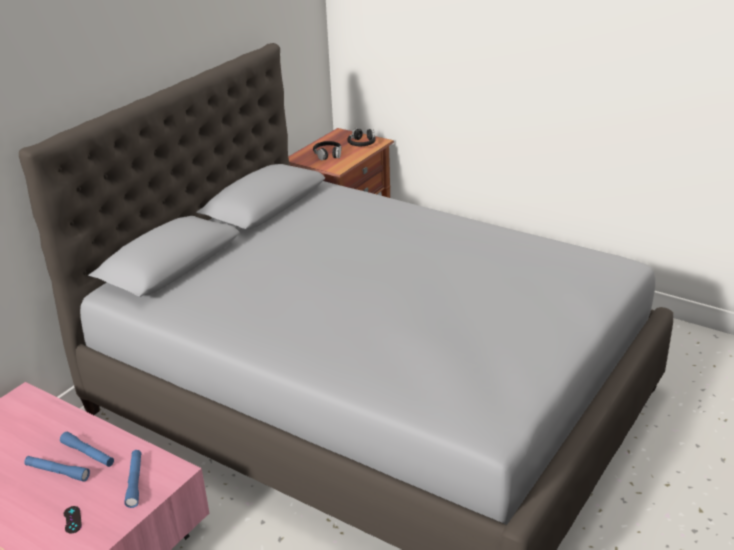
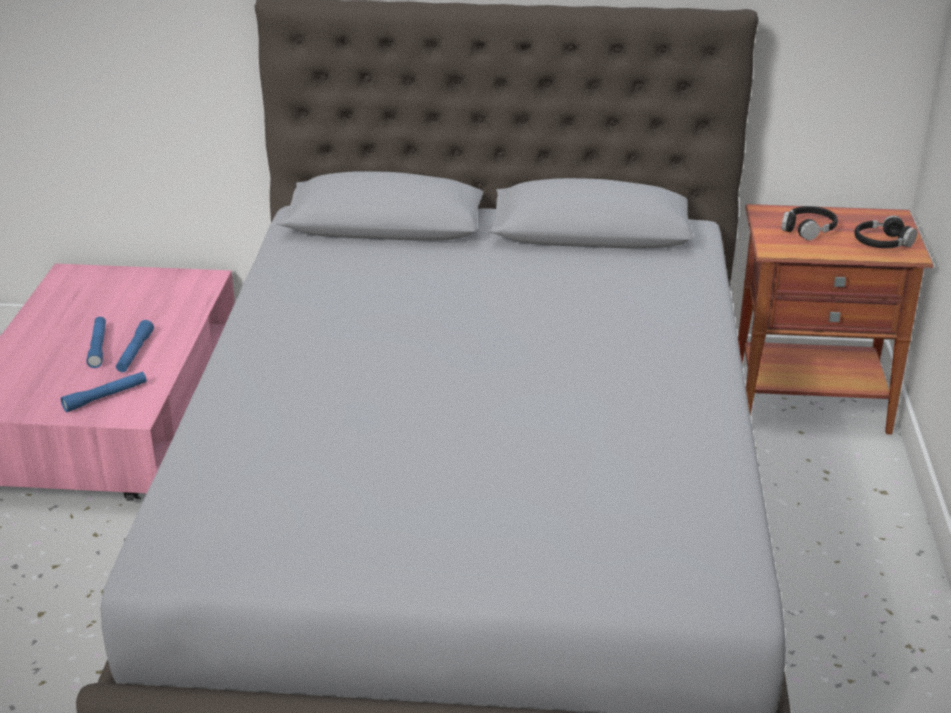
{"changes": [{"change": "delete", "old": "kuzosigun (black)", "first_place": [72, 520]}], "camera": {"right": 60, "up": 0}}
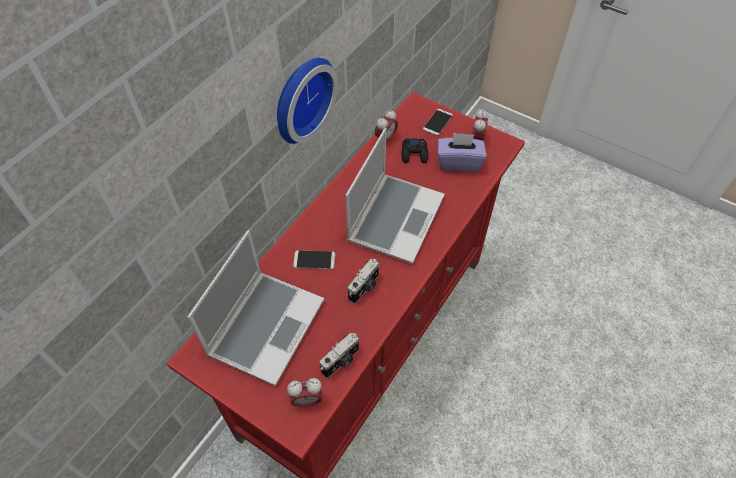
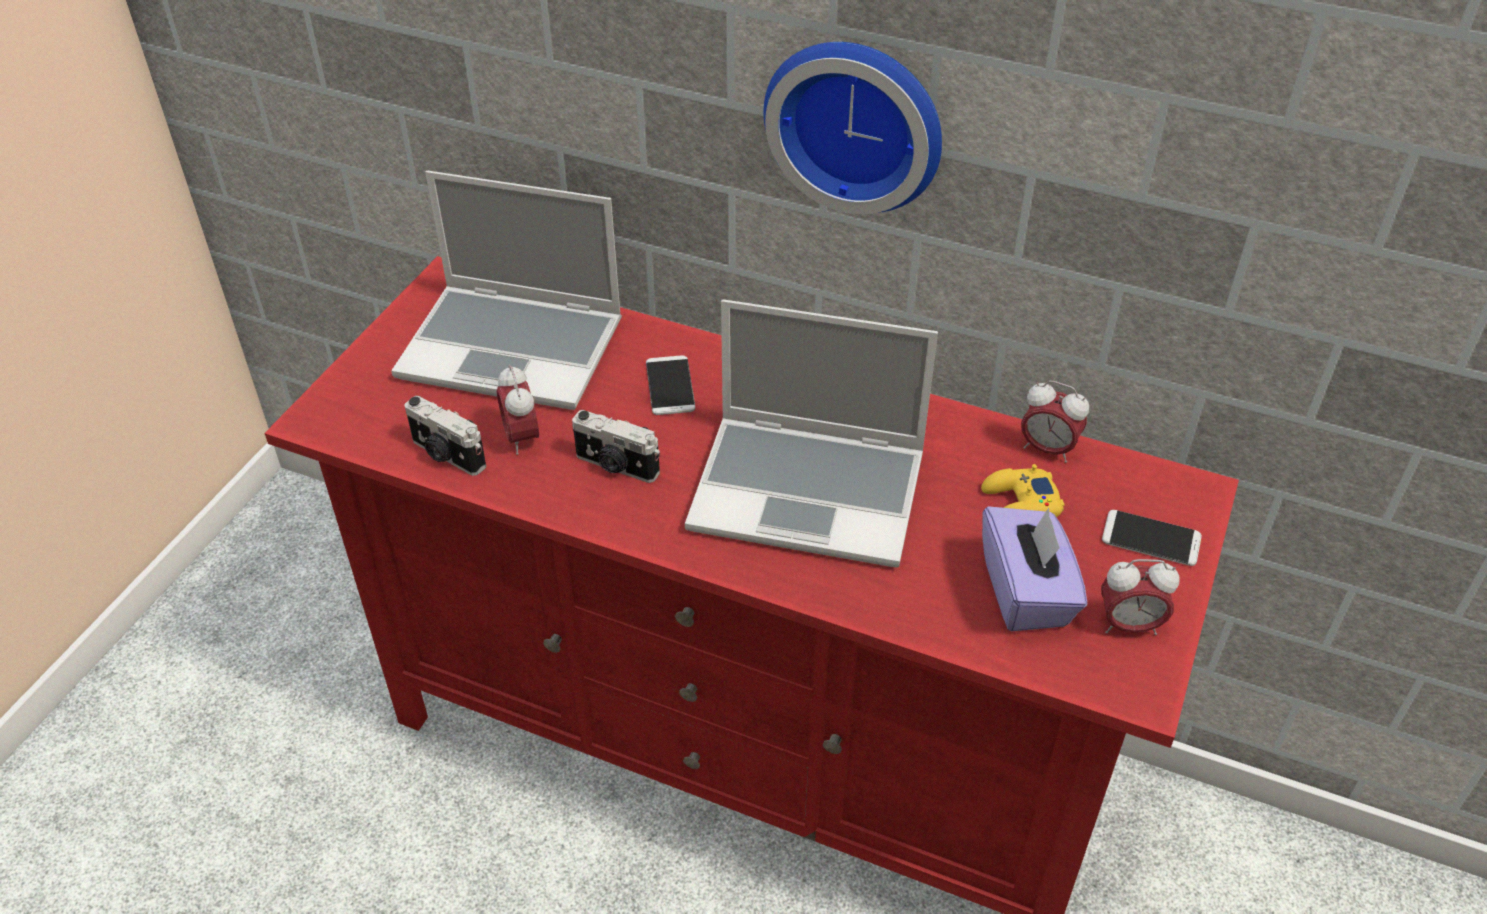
{"changes": [{"change": "move", "old": "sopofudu", "first_place": [307, 400], "second_place": [522, 438]}, {"change": "recolor", "old": "kuzosigun (black)", "new": "kuzosigun (yellow)", "first_place": [414, 154], "second_place": [1020, 505]}], "camera": {"right": 80, "up": -10}}
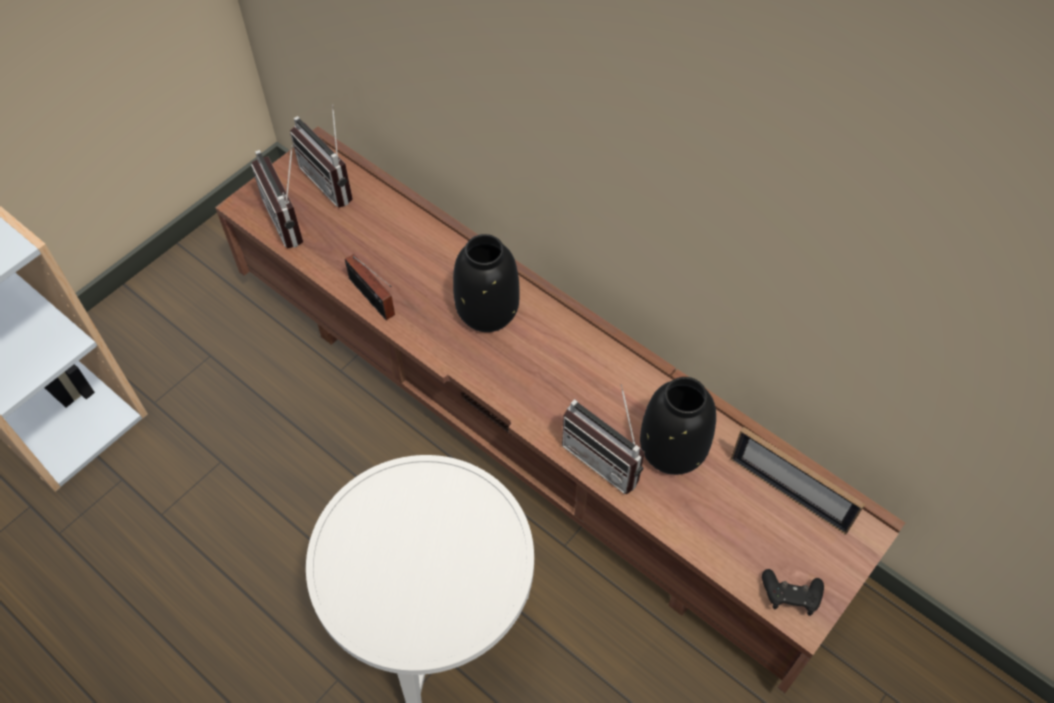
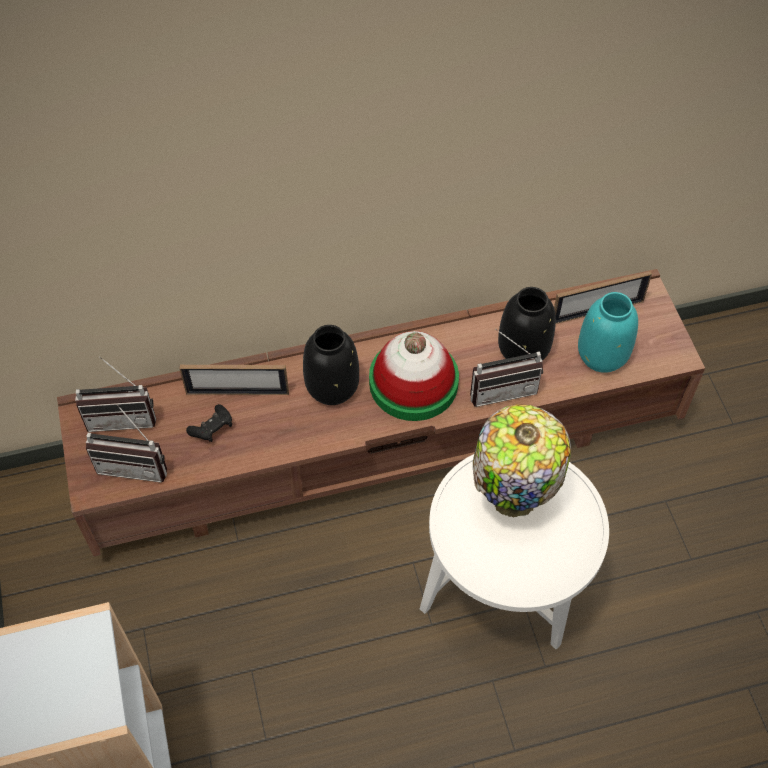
{"changes": [{"change": "delete", "old": "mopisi", "first_place": [373, 300]}, {"change": "insert", "new": "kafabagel", "second_place": [237, 393]}, {"change": "insert", "new": "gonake", "second_place": [413, 382]}, {"change": "insert", "new": "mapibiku", "second_place": [510, 502]}, {"change": "insert", "new": "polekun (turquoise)", "second_place": [603, 355]}, {"change": "move", "old": "kuzosigun (black)", "first_place": [790, 596], "second_place": [212, 429]}], "camera": {"right": -55, "up": 0}}
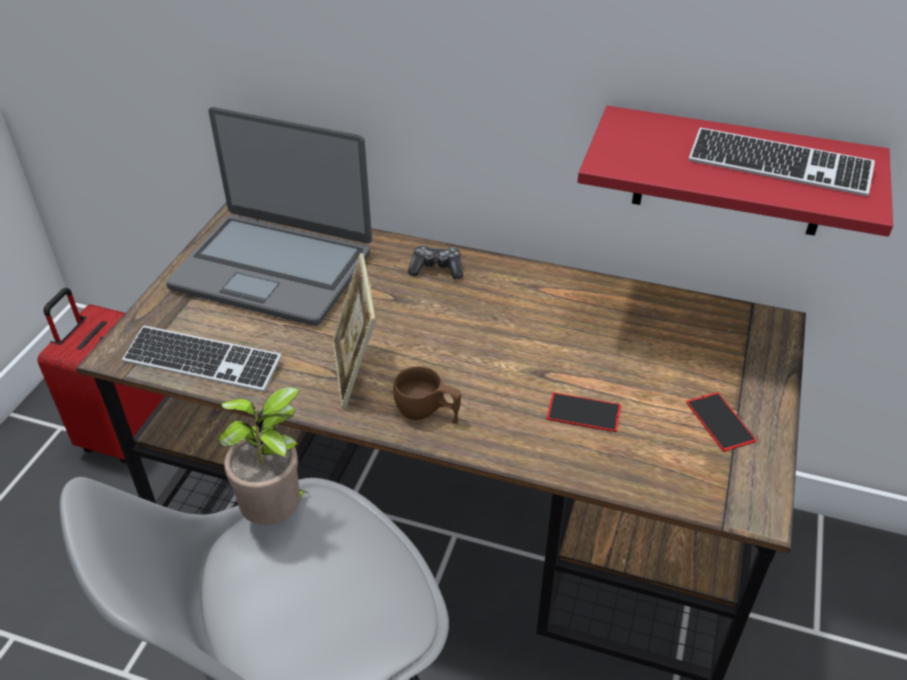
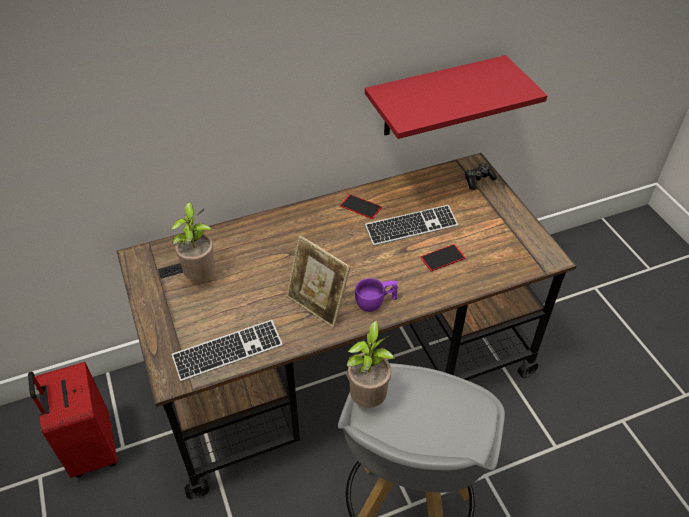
{"changes": [{"change": "move", "old": "kuzosigun", "first_place": [437, 269], "second_place": [478, 180]}, {"change": "move", "old": "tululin", "first_place": [720, 421], "second_place": [360, 206]}, {"change": "move", "old": "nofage", "first_place": [778, 166], "second_place": [411, 227]}, {"change": "replace", "old": "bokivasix", "new": "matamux", "first_place": [273, 269], "second_place": [201, 276]}, {"change": "recolor", "old": "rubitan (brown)", "new": "rubitan (purple)", "first_place": [427, 413], "second_place": [375, 303]}], "camera": {"right": -40, "up": 5}}
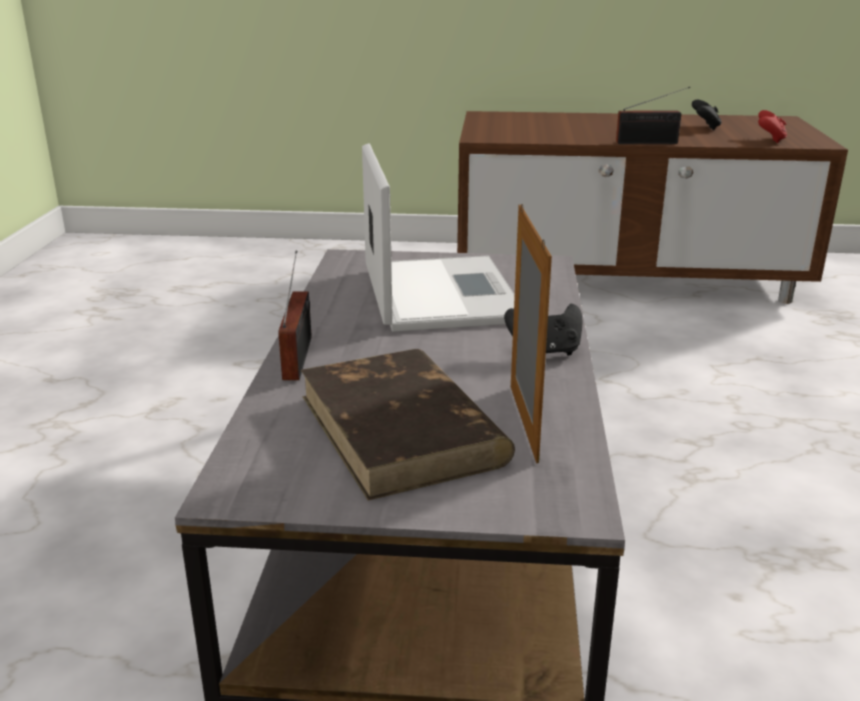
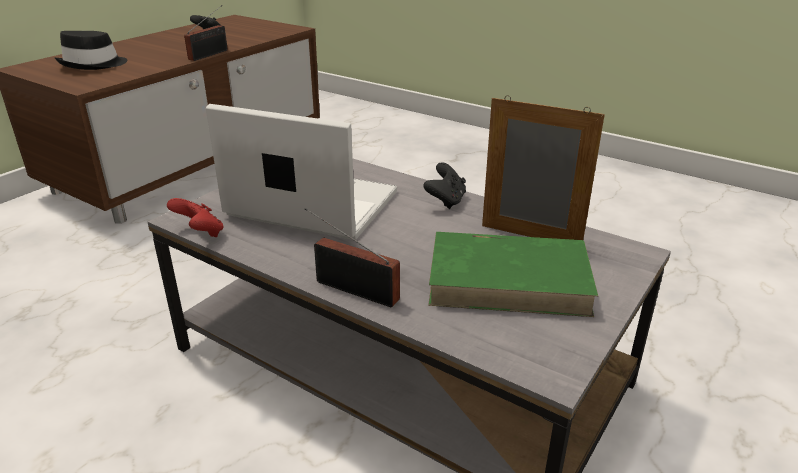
{"changes": [{"change": "insert", "new": "gonake (black)", "second_place": [94, 65]}, {"change": "move", "old": "kuzosigun (red)", "first_place": [770, 140], "second_place": [200, 233]}, {"change": "recolor", "old": "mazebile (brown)", "new": "mazebile (green)", "first_place": [402, 430], "second_place": [510, 279]}], "camera": {"right": -60, "up": 5}}
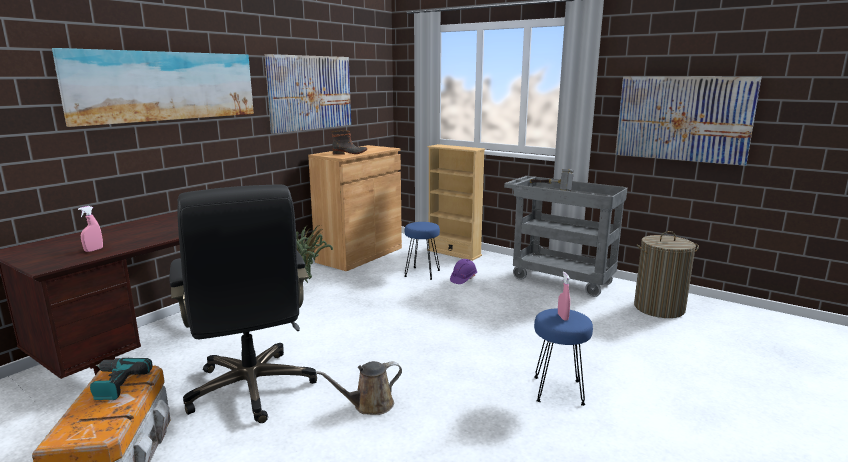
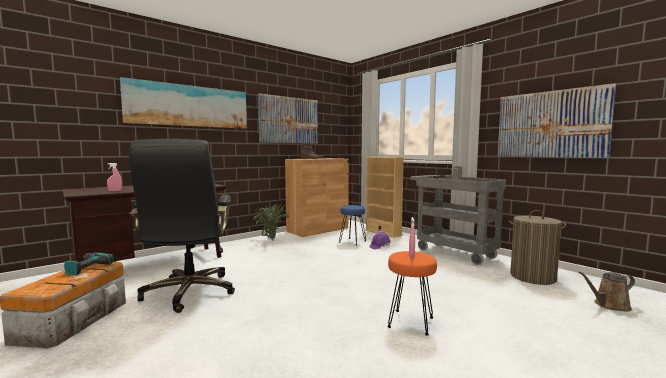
{"changes": [{"change": "move", "old": "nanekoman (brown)", "first_place": [369, 405], "second_place": [609, 305]}, {"change": "recolor", "old": "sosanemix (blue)", "new": "sosanemix (orange)", "first_place": [557, 390], "second_place": [410, 322]}], "camera": {"right": 15, "up": -10}}
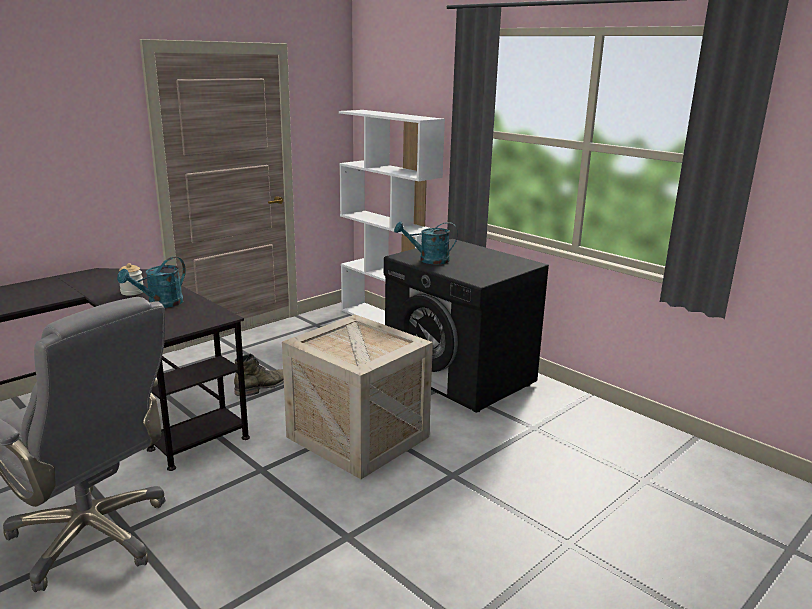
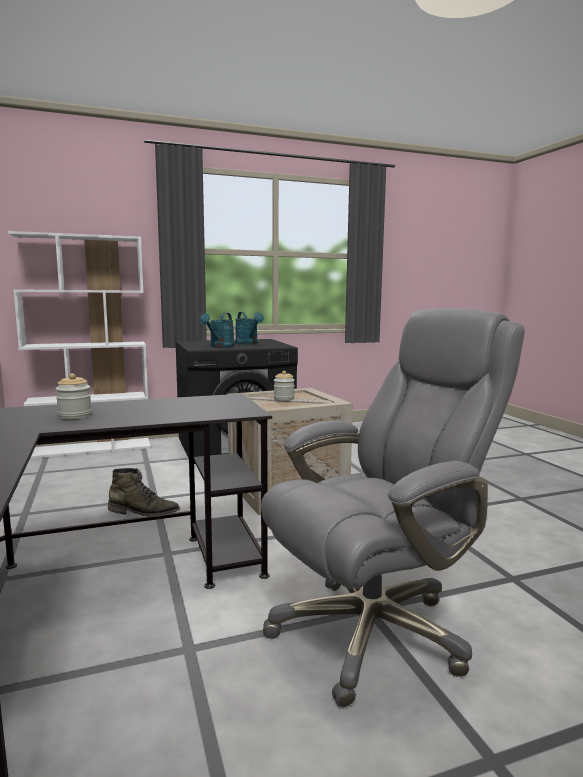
{"changes": [{"change": "insert", "new": "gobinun", "second_place": [284, 398]}, {"change": "move", "old": "nanekoman (turquoise)", "first_place": [160, 304], "second_place": [248, 344]}, {"change": "rotate", "old": "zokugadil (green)", "first_place": [263, 387], "second_place": [143, 512], "degrees": 120}], "camera": {"right": -65, "up": -10}}
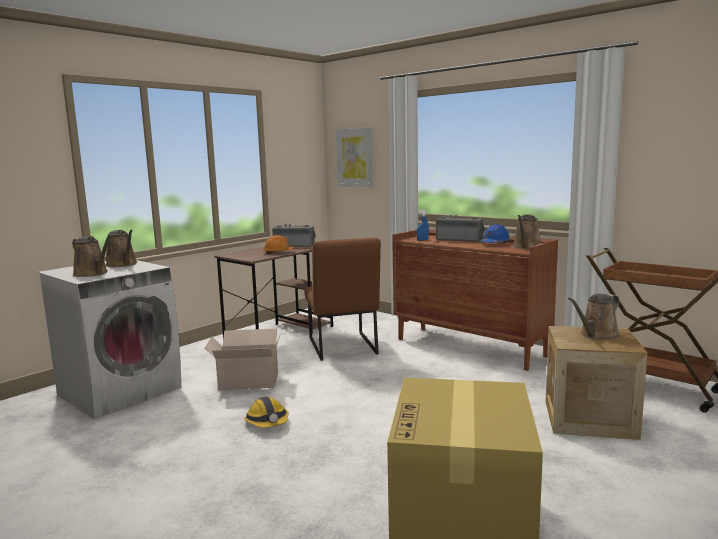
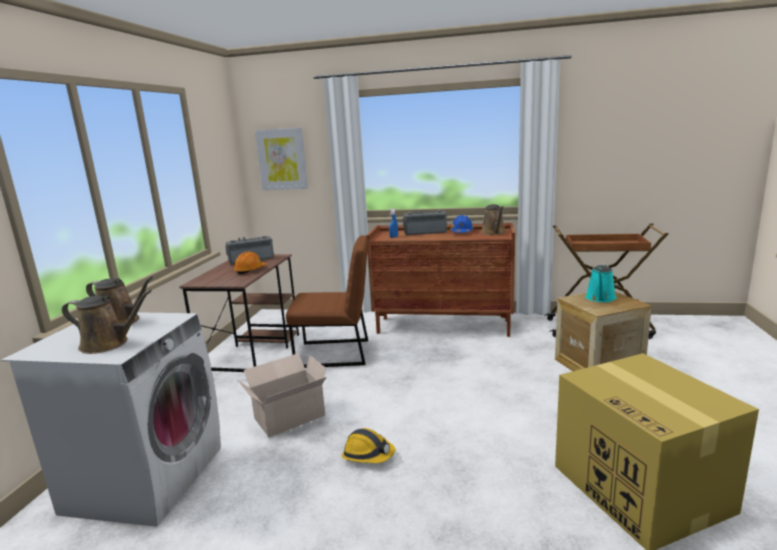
{"changes": [{"change": "recolor", "old": "nanekoman (brown)", "new": "nanekoman (turquoise)", "first_place": [596, 335], "second_place": [600, 298]}, {"change": "rotate", "old": "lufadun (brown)", "first_place": [342, 347], "second_place": [335, 353], "degrees": -45}], "camera": {"right": -30, "up": 5}}
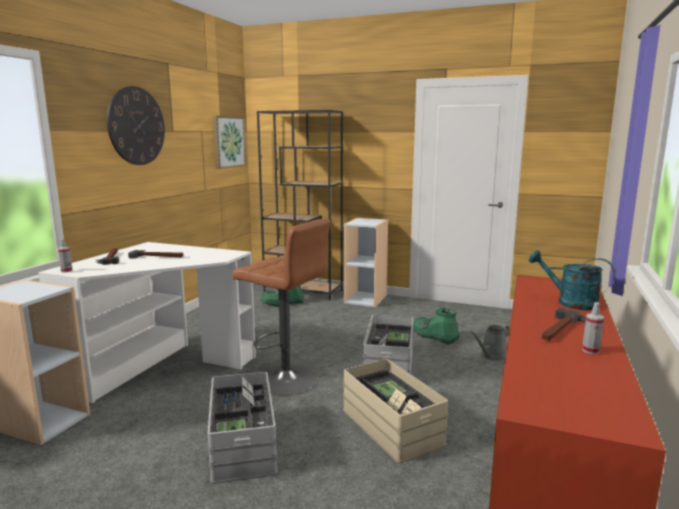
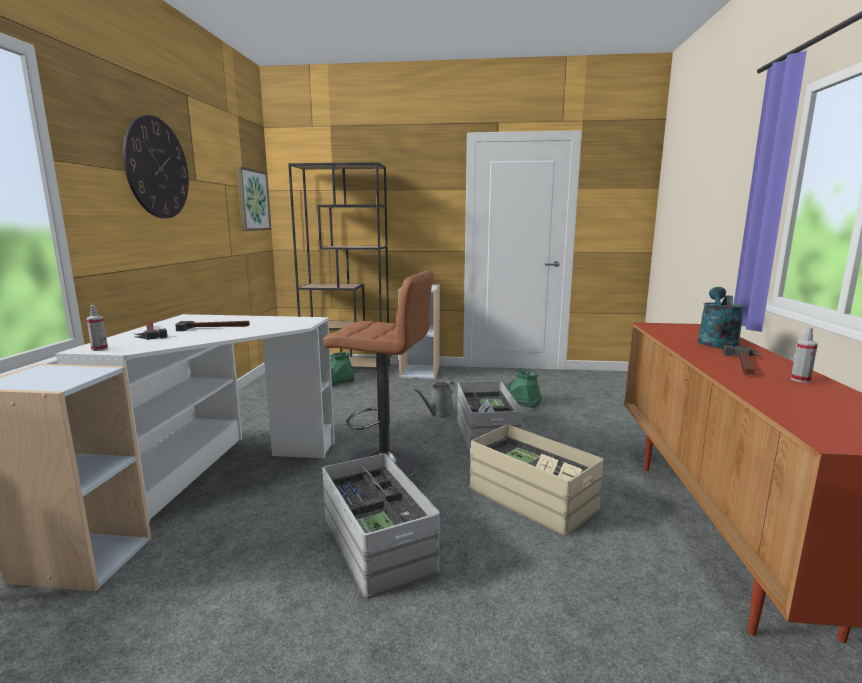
{"changes": [{"change": "move", "old": "nanekoman (grey)", "first_place": [492, 356], "second_place": [439, 414]}, {"change": "rotate", "old": "nanekoman (turquoise)", "first_place": [570, 302], "second_place": [716, 342], "degrees": 90}], "camera": {"right": -15, "up": 0}}
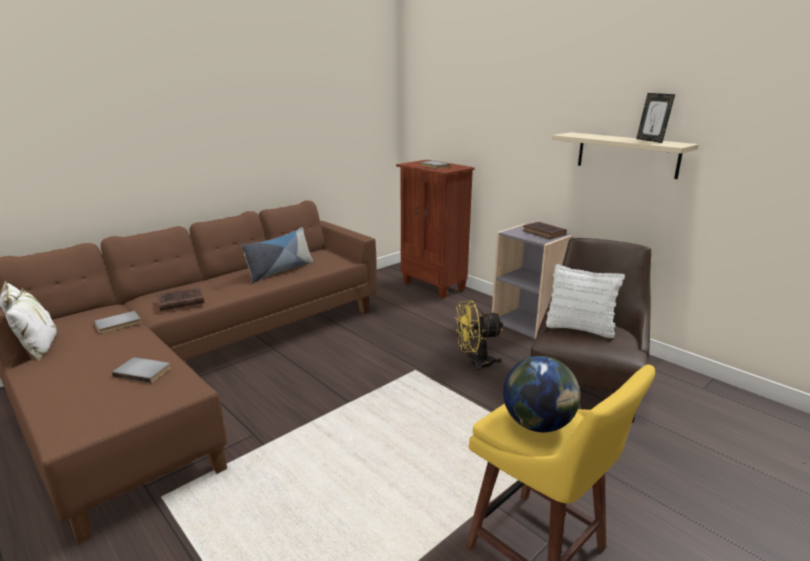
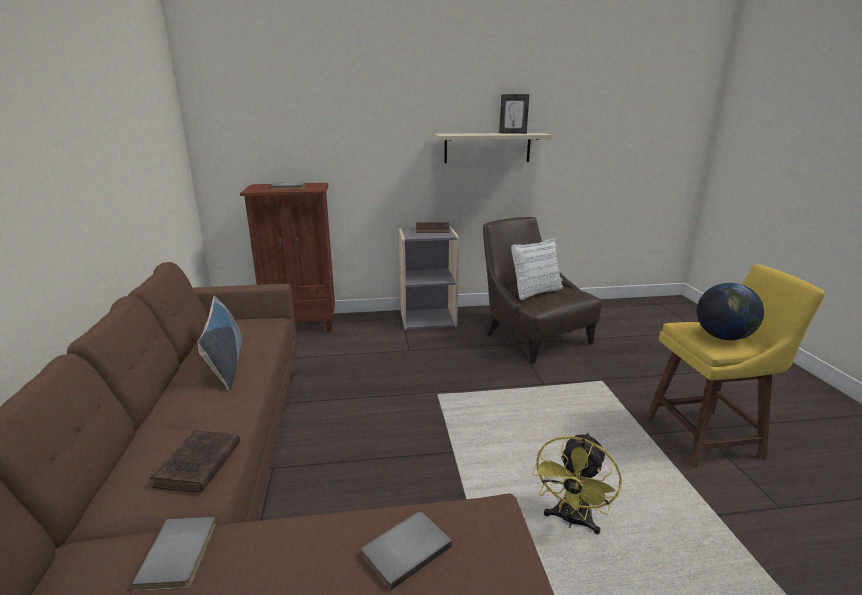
{"changes": [{"change": "move", "old": "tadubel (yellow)", "first_place": [475, 363], "second_place": [571, 521]}], "camera": {"right": -55, "up": 0}}
